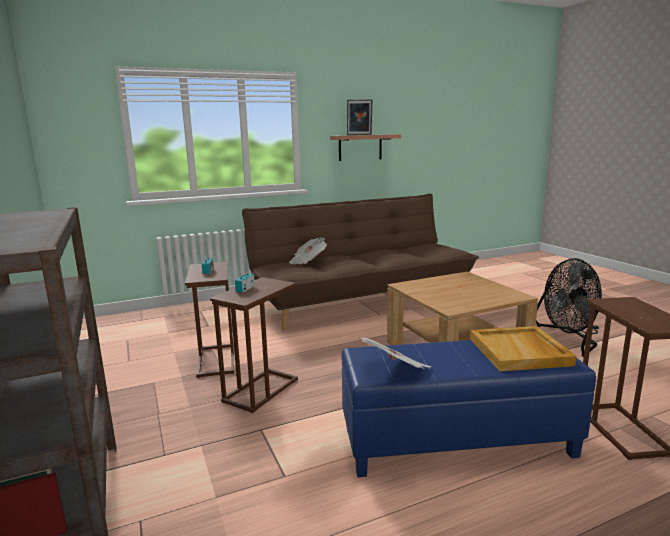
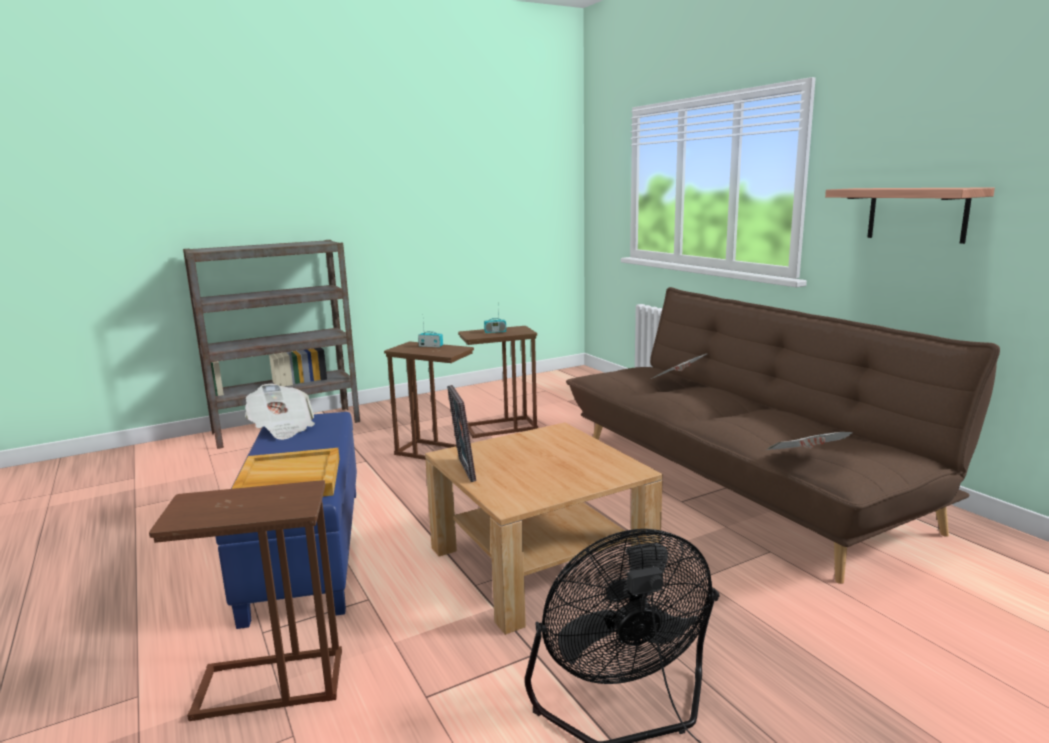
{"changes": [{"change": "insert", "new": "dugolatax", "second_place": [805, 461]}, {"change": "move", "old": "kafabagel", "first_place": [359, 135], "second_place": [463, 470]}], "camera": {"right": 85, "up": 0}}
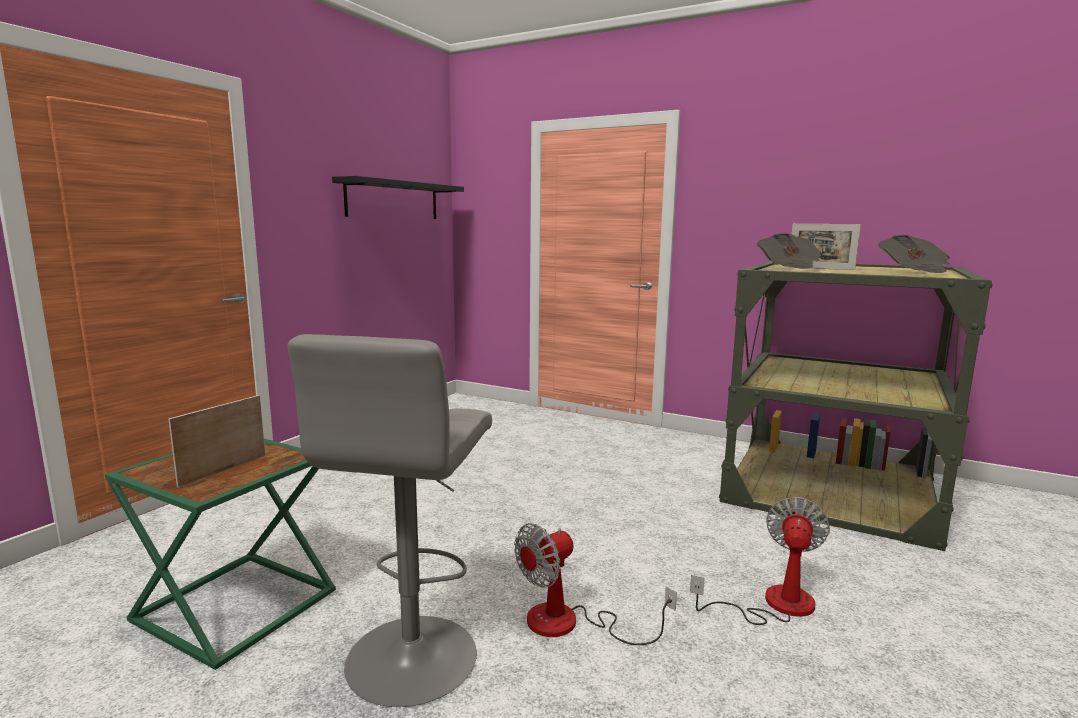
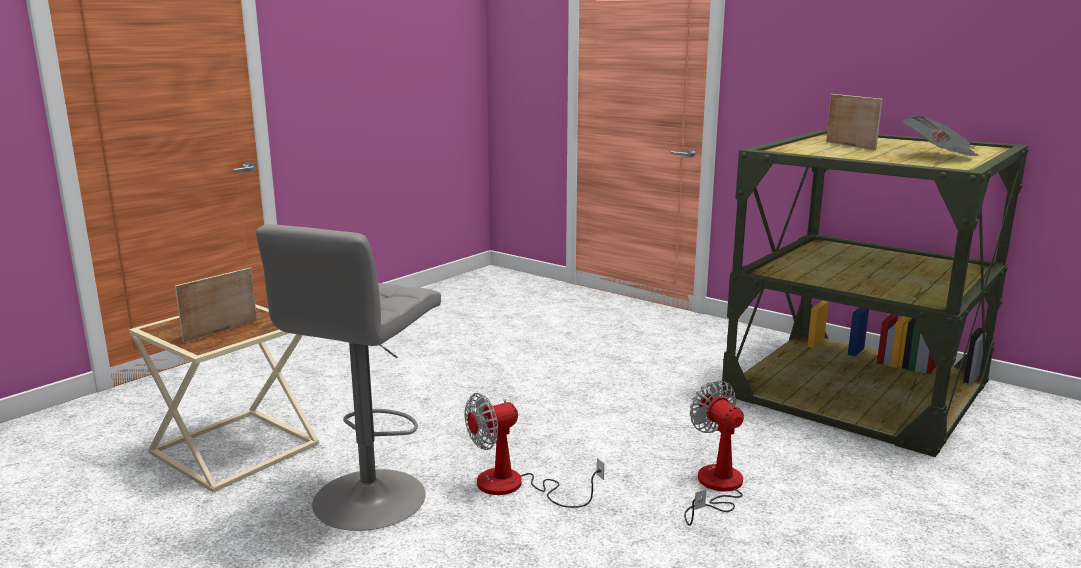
{"changes": [{"change": "delete", "old": "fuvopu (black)", "first_place": [393, 200]}, {"change": "delete", "old": "dugolatax", "first_place": [789, 269]}, {"change": "recolor", "old": "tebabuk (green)", "new": "tebabuk (beige)", "first_place": [235, 608], "second_place": [234, 451]}, {"change": "rotate", "old": "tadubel", "first_place": [773, 604], "second_place": [715, 488], "degrees": -60}, {"change": "rotate", "old": "kafabagel", "first_place": [821, 268], "second_place": [850, 146], "degrees": -150}], "camera": {"right": 10, "up": 5}}
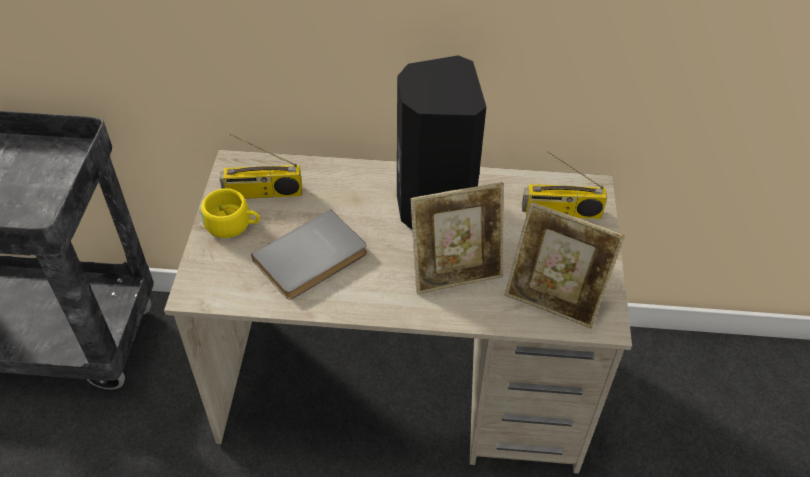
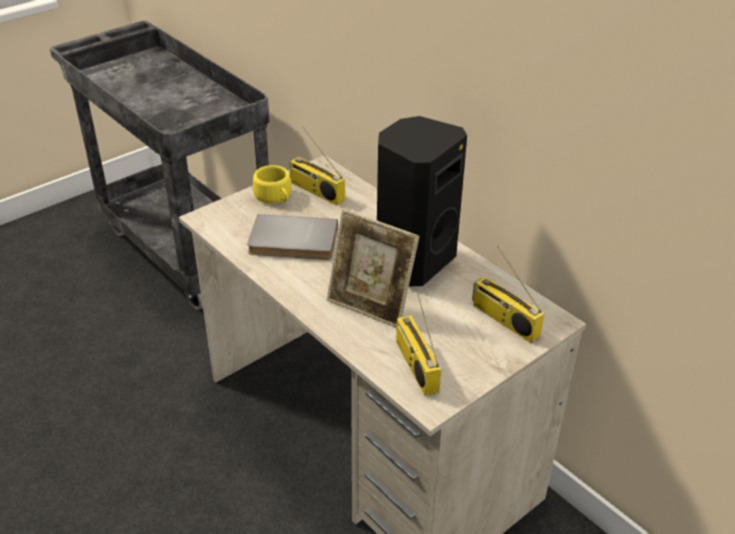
{"changes": [{"change": "replace", "old": "kafabagel", "new": "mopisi", "first_place": [554, 299], "second_place": [415, 365]}], "camera": {"right": 45, "up": -10}}
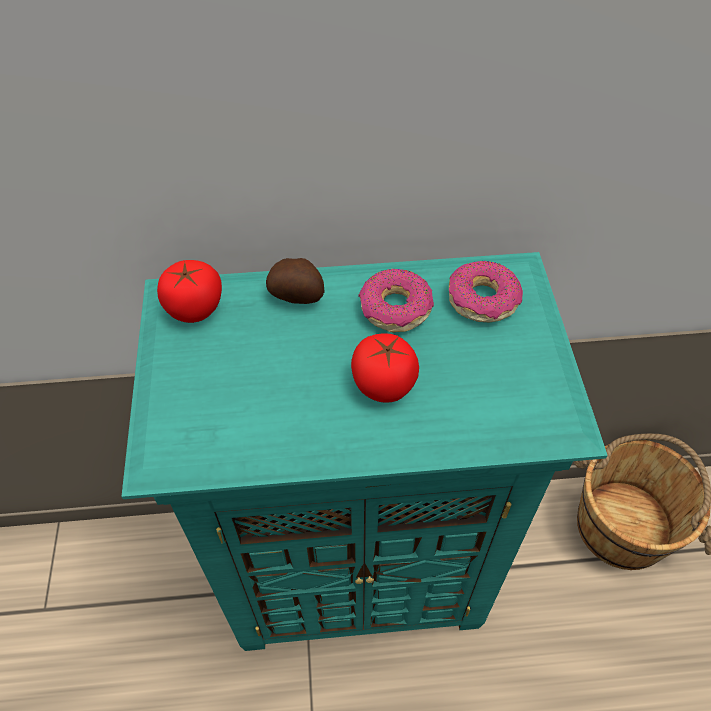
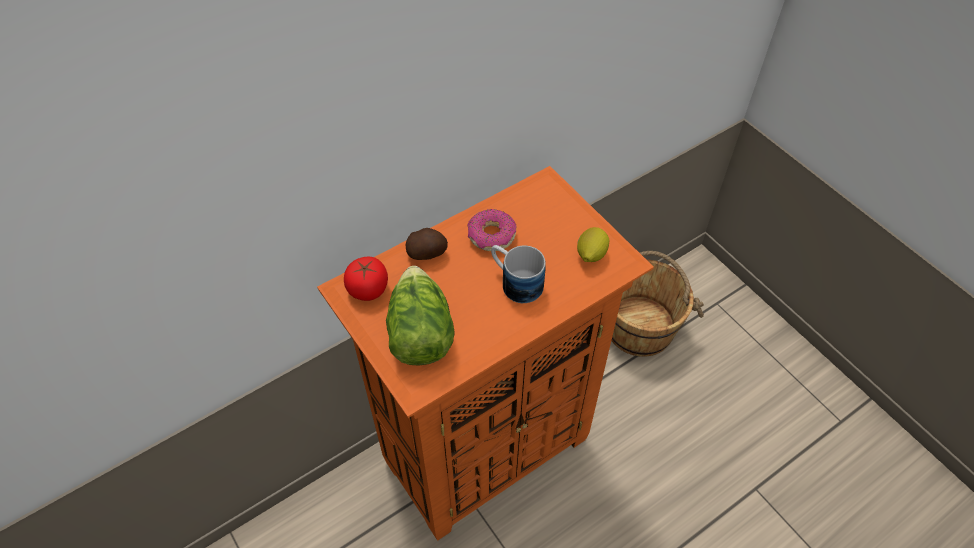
{"changes": [{"change": "delete", "old": "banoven", "first_place": [482, 300]}, {"change": "insert", "new": "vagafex", "second_place": [419, 332]}, {"change": "insert", "new": "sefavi", "second_place": [590, 255]}, {"change": "replace", "old": "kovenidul", "new": "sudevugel", "first_place": [384, 383], "second_place": [515, 282]}, {"change": "recolor", "old": "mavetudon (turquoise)", "new": "mavetudon (orange)", "first_place": [360, 575], "second_place": [487, 448]}], "camera": {"right": -30, "up": 0}}
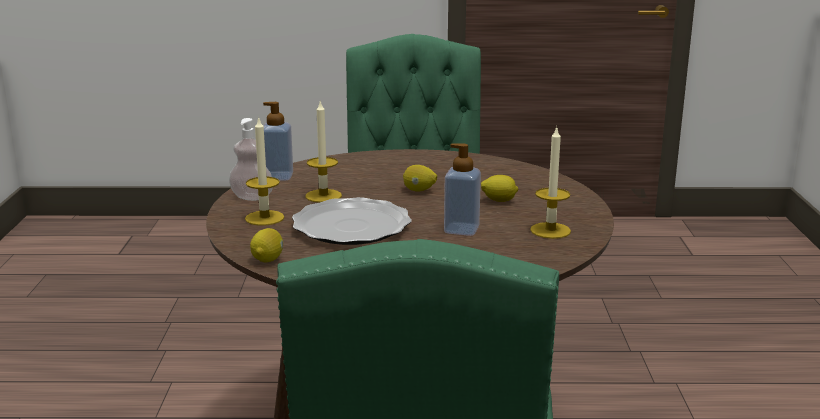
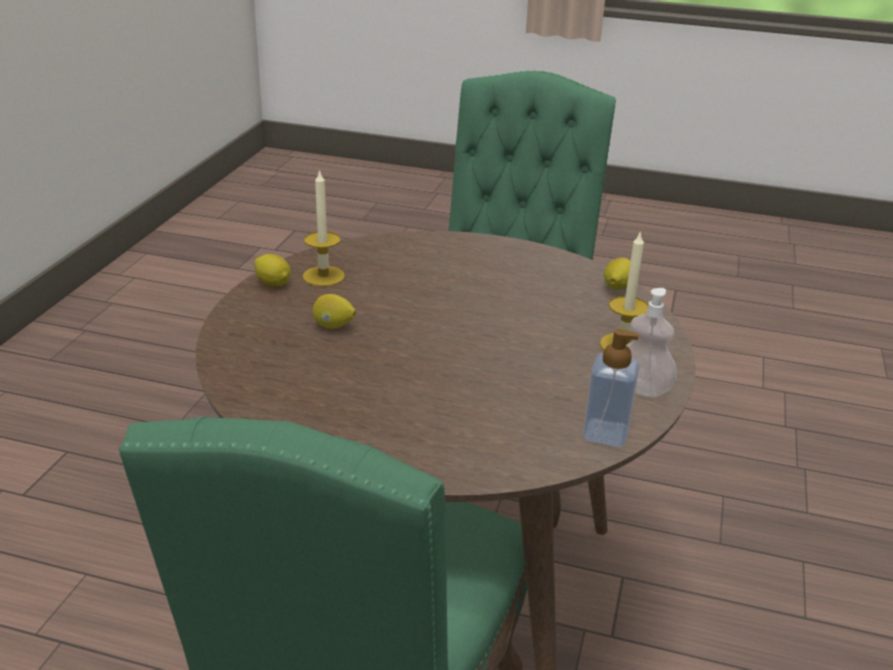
{"changes": [{"change": "delete", "old": "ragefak", "first_place": [352, 226]}, {"change": "delete", "old": "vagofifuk", "first_place": [323, 196]}, {"change": "delete", "old": "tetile", "first_place": [461, 229]}, {"change": "move", "old": "sefavi", "first_place": [419, 190], "second_place": [273, 284]}], "camera": {"right": -165, "up": 10}}
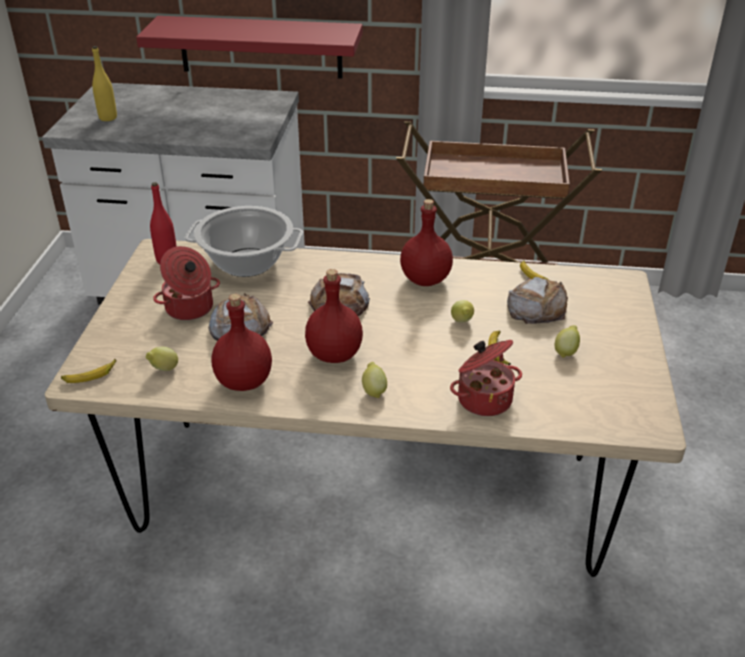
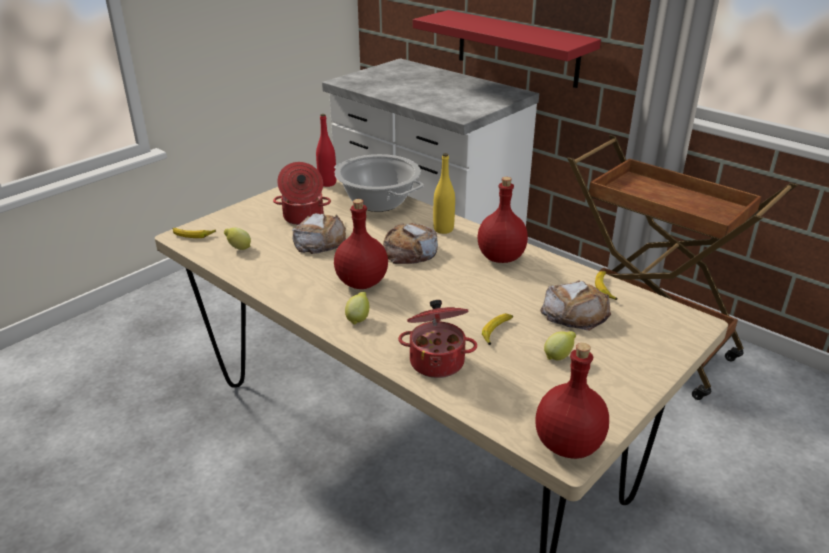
{"changes": [{"change": "delete", "old": "sefavi", "first_place": [462, 322]}, {"change": "move", "old": "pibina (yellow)", "first_place": [108, 118], "second_place": [443, 229]}, {"change": "move", "old": "pibina (red)", "first_place": [244, 381], "second_place": [569, 444]}], "camera": {"right": 35, "up": -5}}
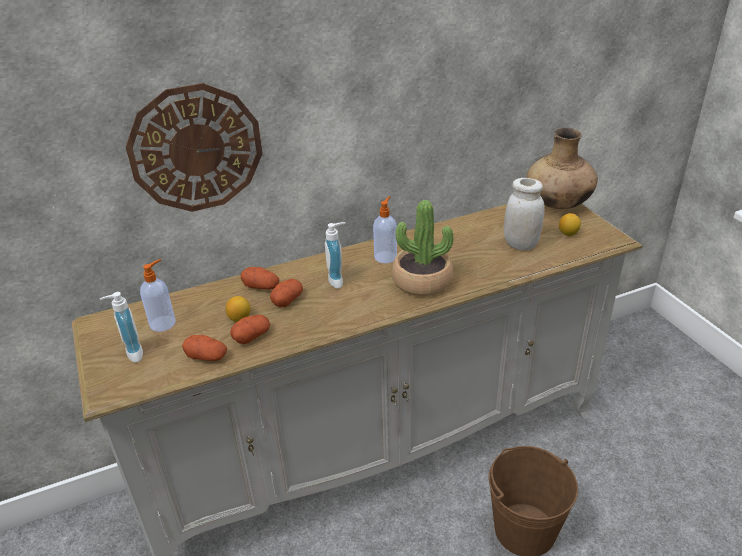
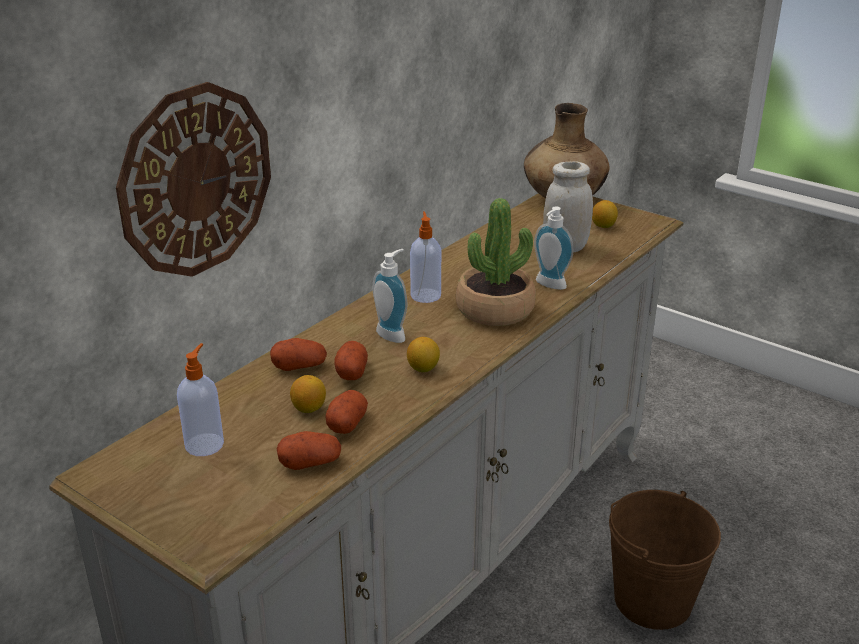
{"changes": [{"change": "insert", "new": "sefavi", "second_place": [423, 368]}, {"change": "move", "old": "tetile", "first_place": [131, 354], "second_place": [548, 285]}], "camera": {"right": -30, "up": -5}}
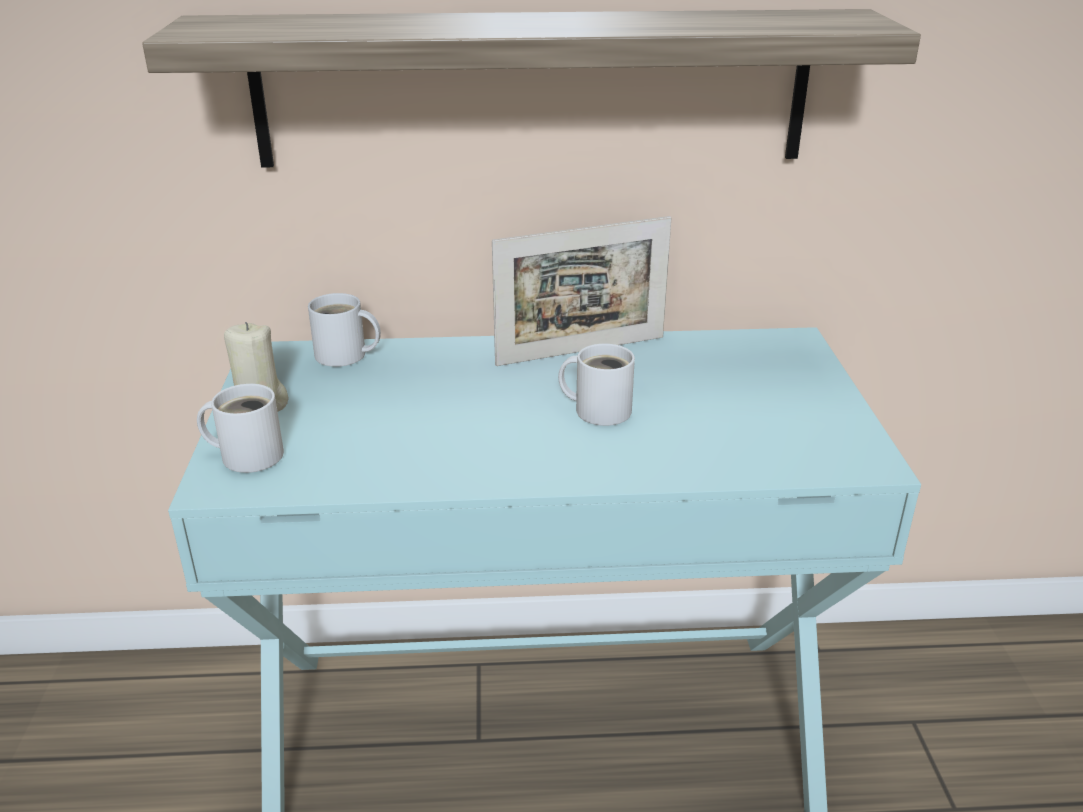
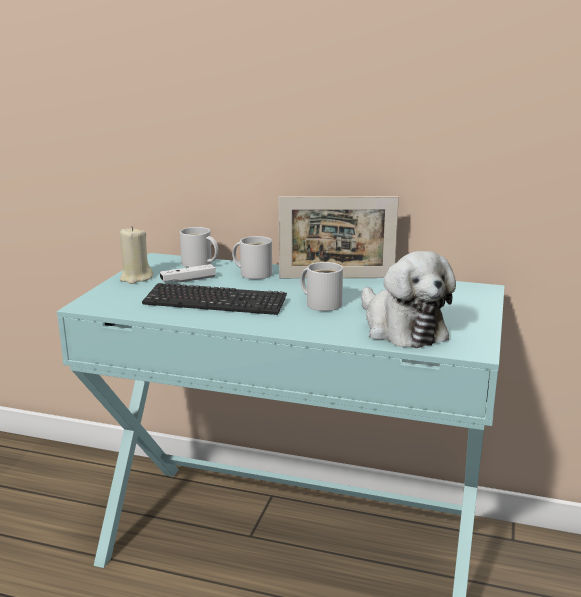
{"changes": [{"change": "delete", "old": "fuvopu", "first_place": [532, 89]}, {"change": "insert", "new": "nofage", "second_place": [215, 302]}, {"change": "insert", "new": "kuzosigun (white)", "second_place": [188, 280]}, {"change": "insert", "new": "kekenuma", "second_place": [401, 328]}, {"change": "move", "old": "sudevugel (white)", "first_place": [248, 454], "second_place": [254, 273]}], "camera": {"right": 20, "up": -10}}
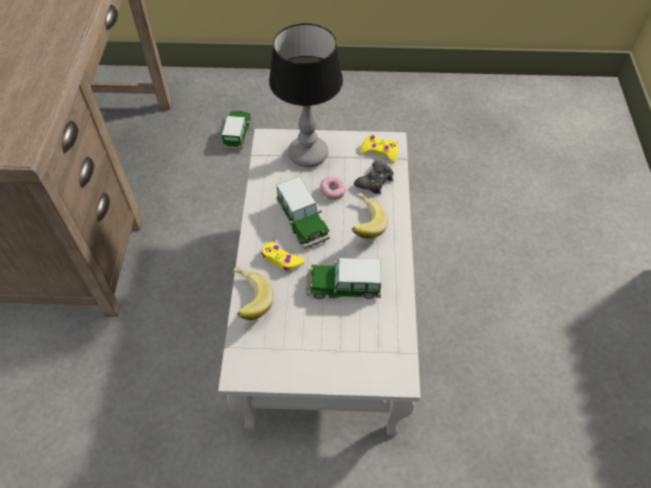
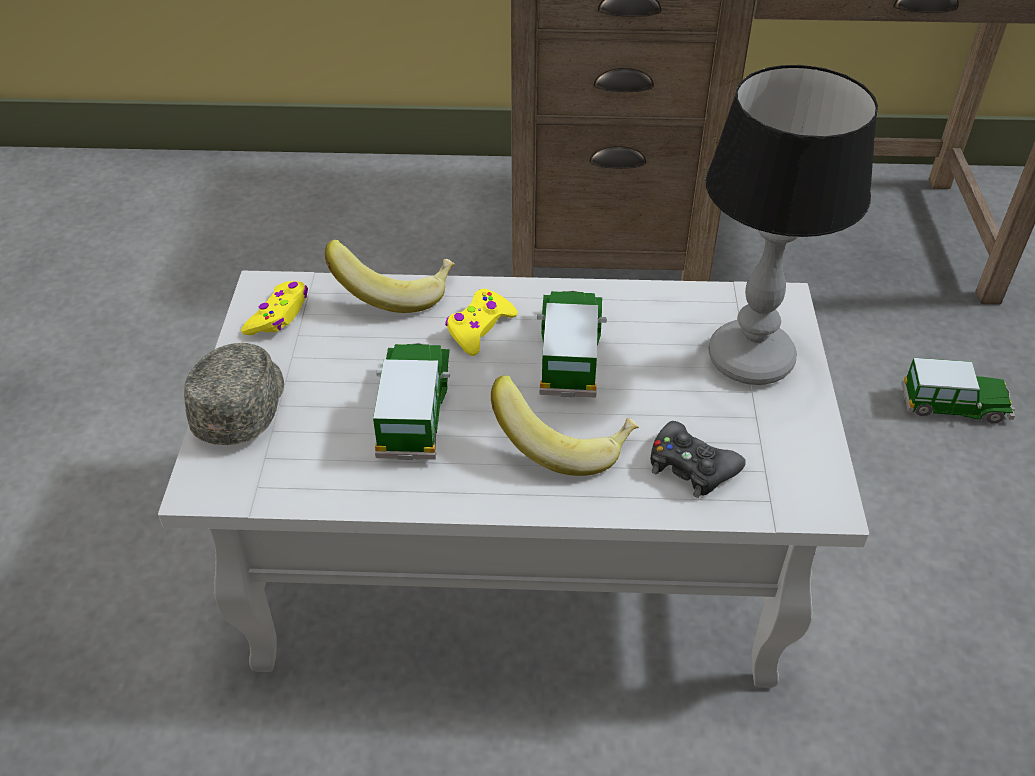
{"changes": [{"change": "delete", "old": "banoven", "first_place": [332, 192]}, {"change": "insert", "new": "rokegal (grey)", "second_place": [242, 405]}, {"change": "move", "old": "kuzosigun (yellow)", "first_place": [380, 151], "second_place": [279, 315]}, {"change": "rotate", "old": "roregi", "first_place": [302, 221], "second_place": [569, 354], "degrees": 120}], "camera": {"right": 90, "up": -10}}
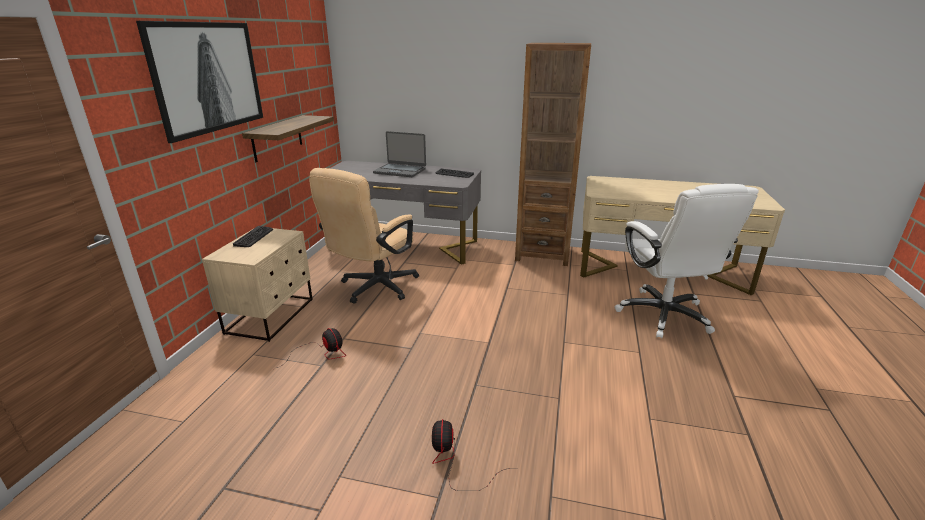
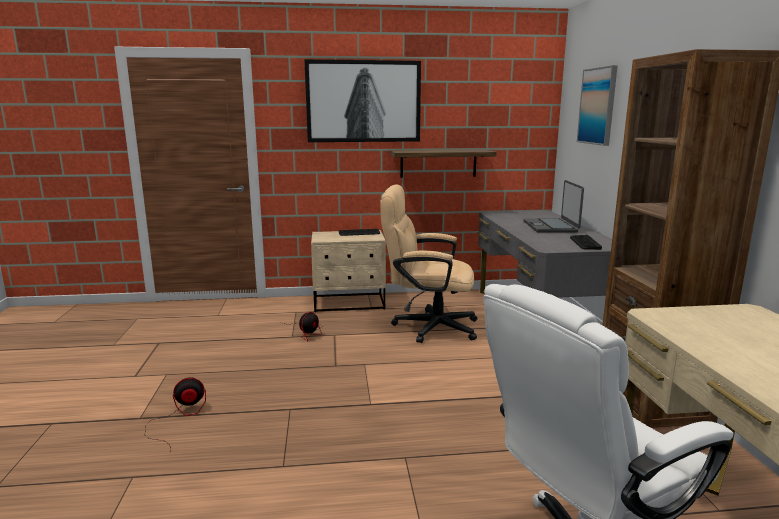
{"changes": [{"change": "insert", "new": "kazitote", "second_place": [597, 106]}], "camera": {"right": 70, "up": -10}}
